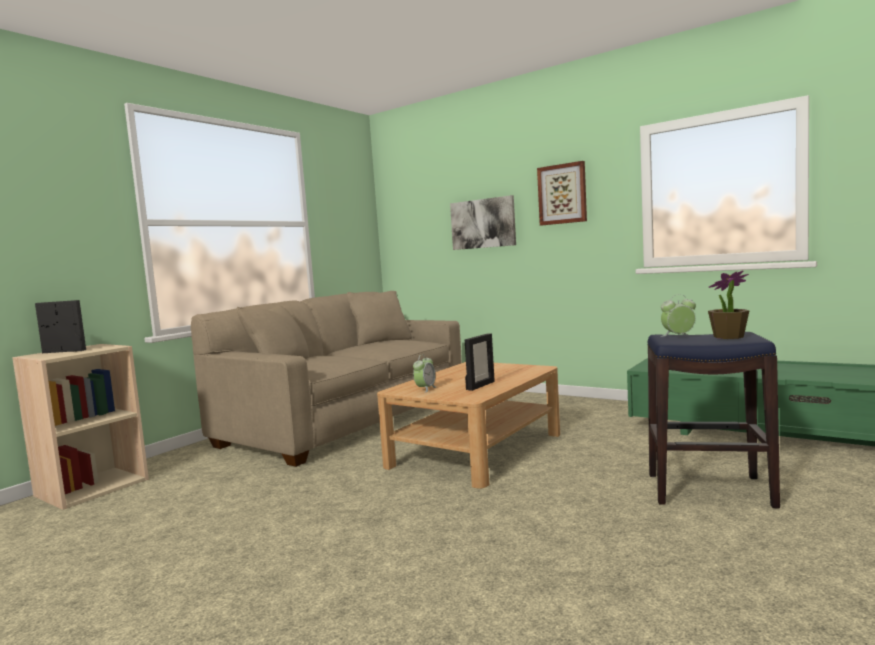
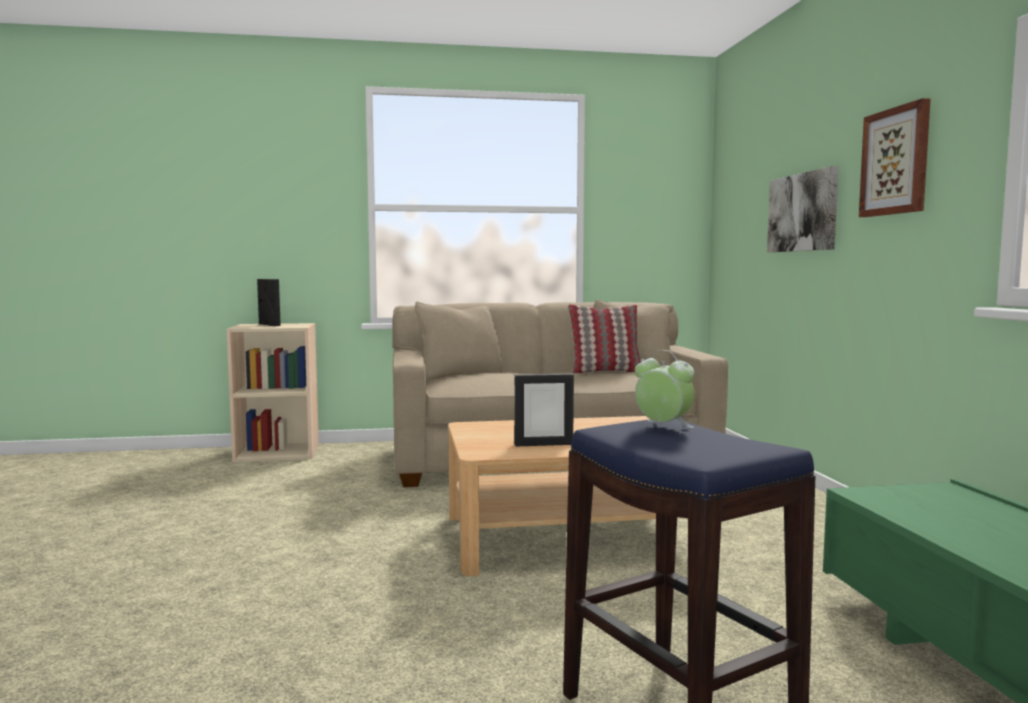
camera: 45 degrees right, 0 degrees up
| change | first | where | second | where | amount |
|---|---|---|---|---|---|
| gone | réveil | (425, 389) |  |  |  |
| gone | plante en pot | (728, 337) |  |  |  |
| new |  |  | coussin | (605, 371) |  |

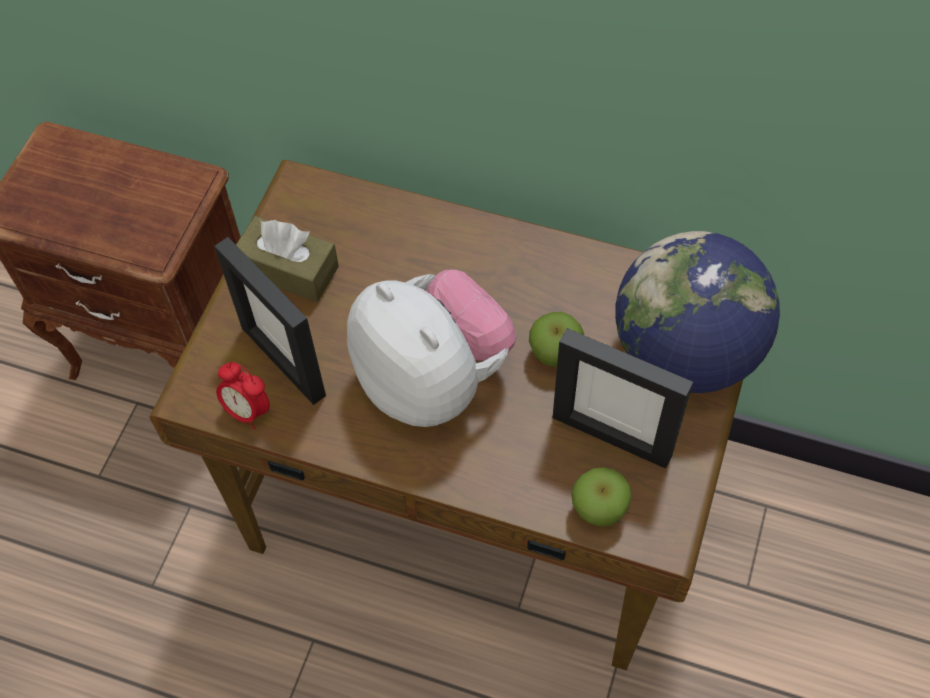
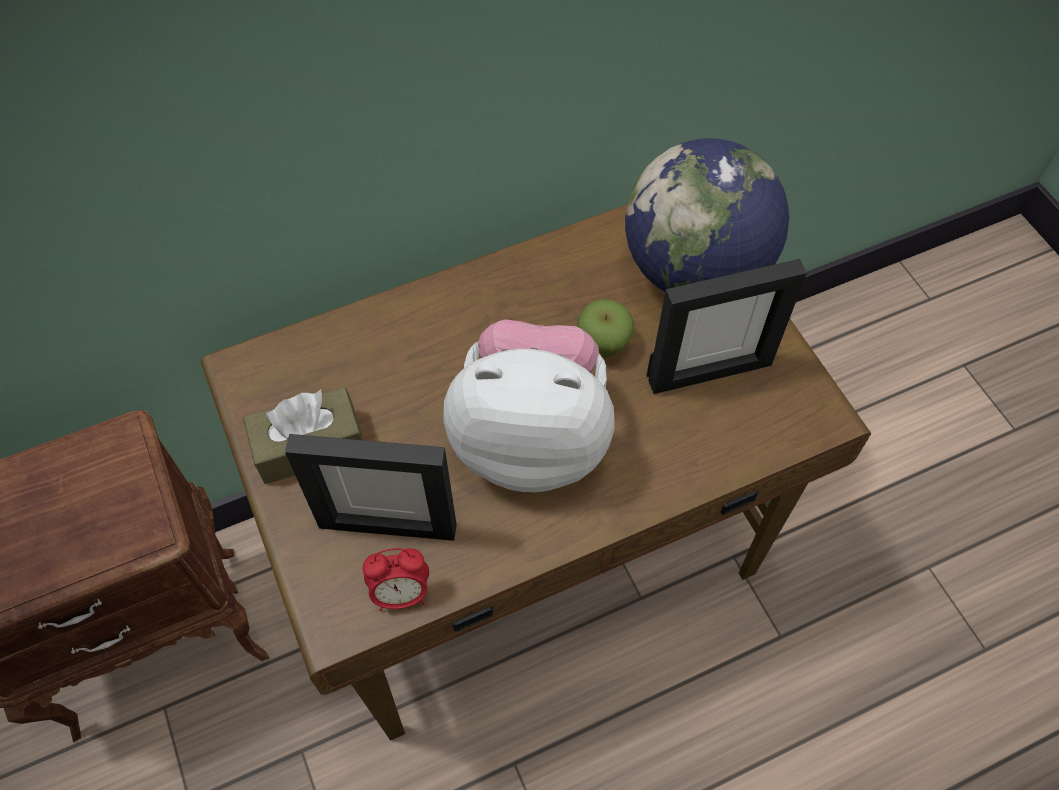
camera: 45 degrees left, 0 degrees up
| change | first | where | second | where | amount |
|---|---|---|---|---|---|
| gone | pomme | (599, 509) |  |  |  |

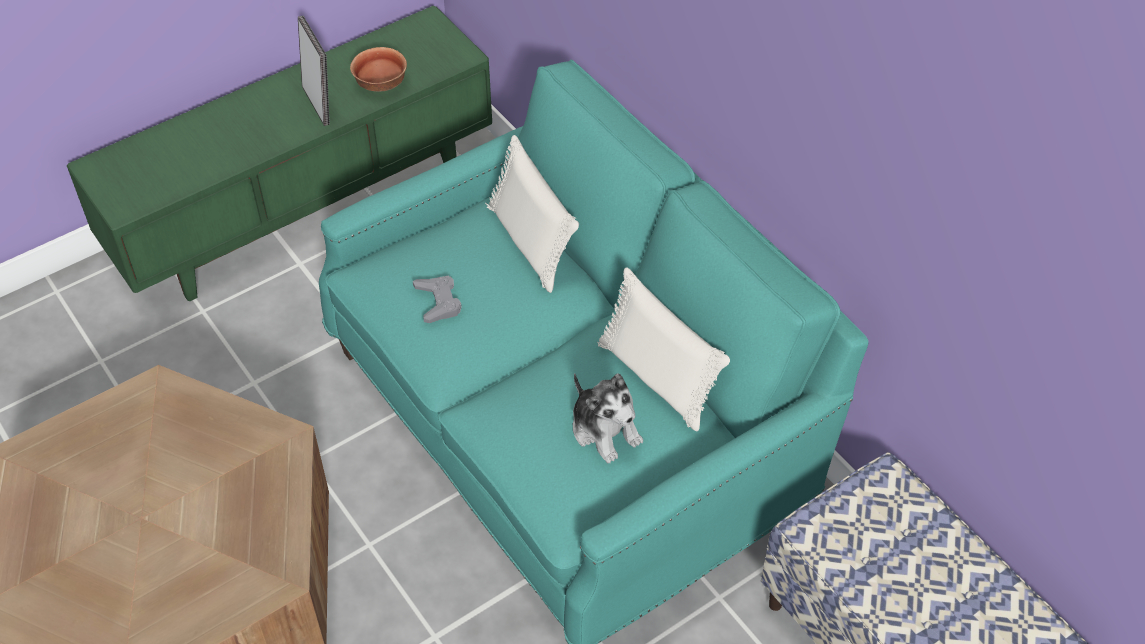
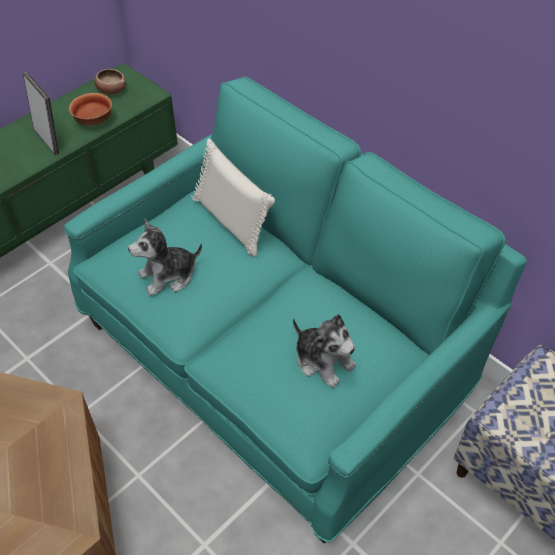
camera: 10 degrees left, 0 degrees up
| change | first | where | second | where | amount |
|---|---|---|---|---|---|
| gone | coussin (blanc) | (658, 378) |  |  |  |
| new |  |  | bol | (111, 90) |  |
| swapped | manette (gris) | (438, 302) | peluche | (168, 276) |  |

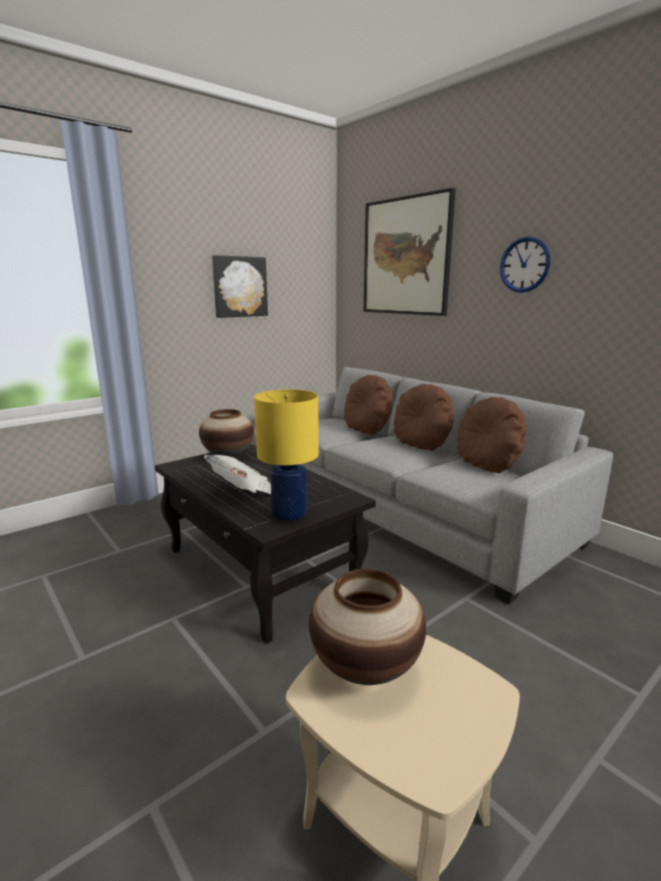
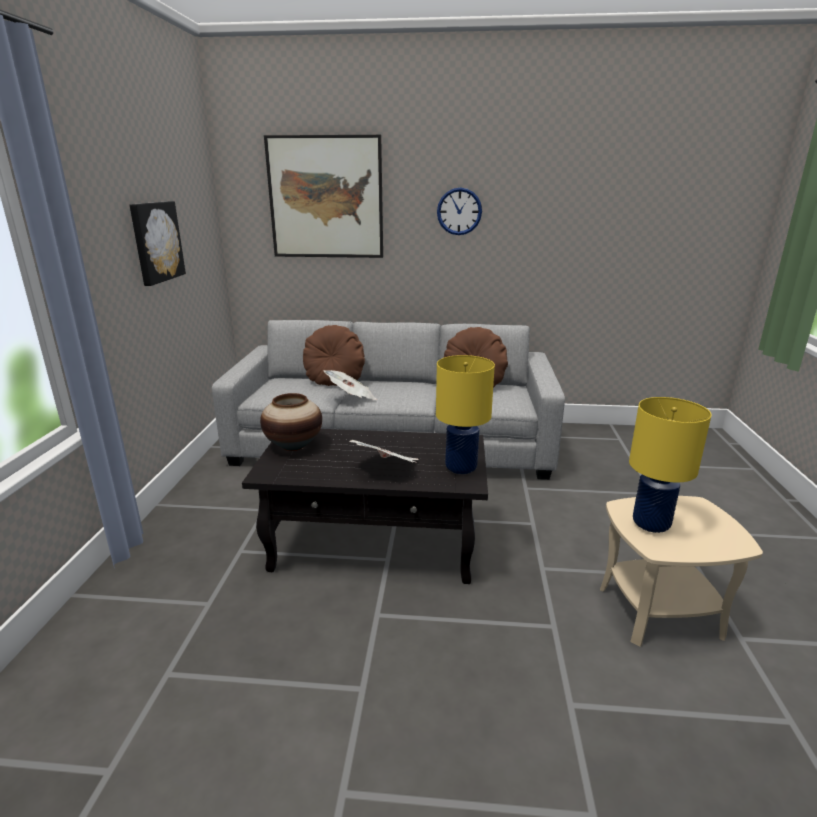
camera: 45 degrees left, 5 degrees up
| change | first | where | second | where | amount |
|---|---|---|---|---|---|
| gone | coussin (marron) | (421, 446) |  |  |  |
| new |  |  | journal | (351, 397) |  |
| swapped | vase | (365, 669) | lampe de table (jaune) | (651, 526) |  |

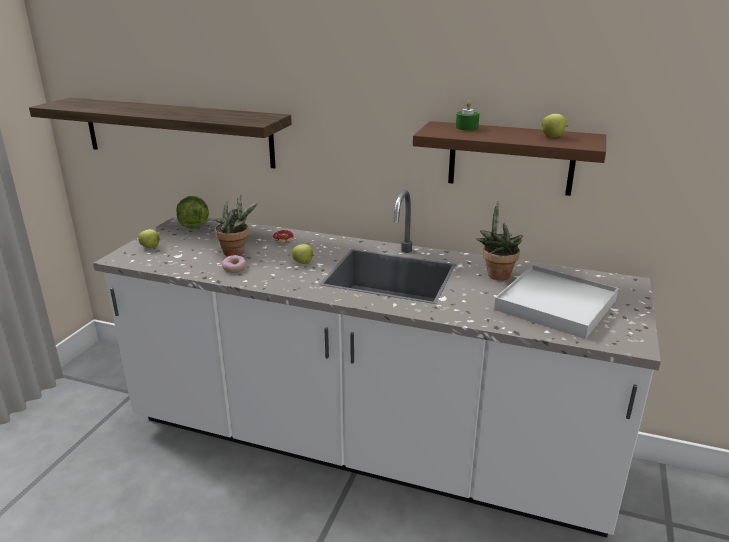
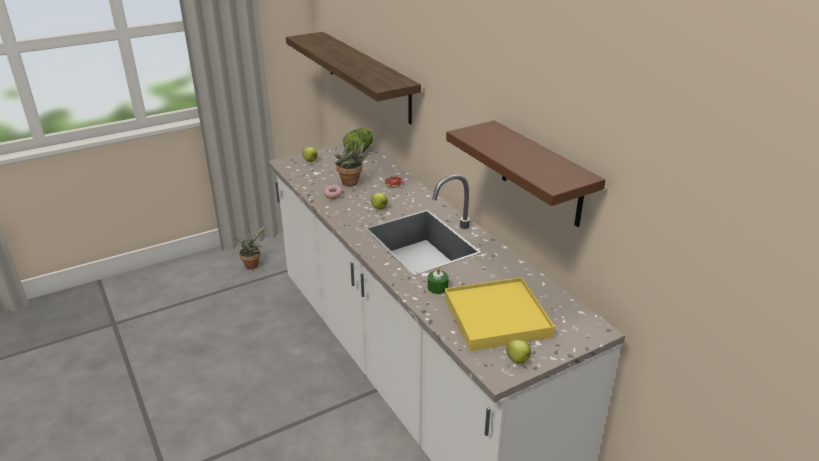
camera: 40 degrees right, 5 degrees up
| change | first | where | second | where | amount |
|---|---|---|---|---|---|
| shifted | bougie (vert) | (466, 128) |  | (437, 287) |  |
| shifted | plante en pot | (496, 274) |  | (252, 264) |  |
| shifted | pomme | (553, 136) |  | (518, 360) |  |
| repainted | plateau (blanc) | (555, 305) | plateau (jaune) | (496, 317) |  |

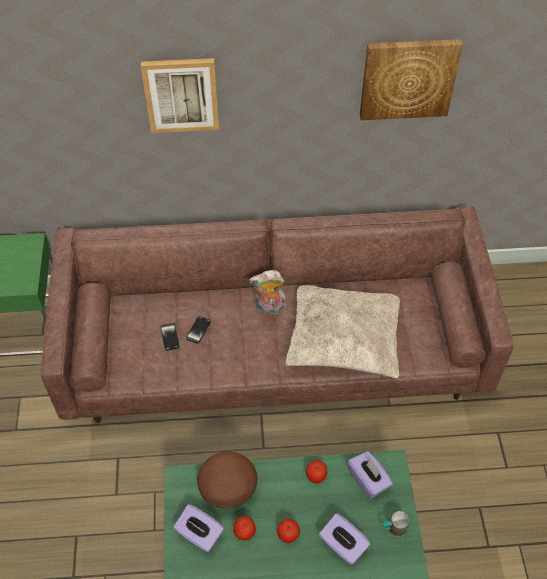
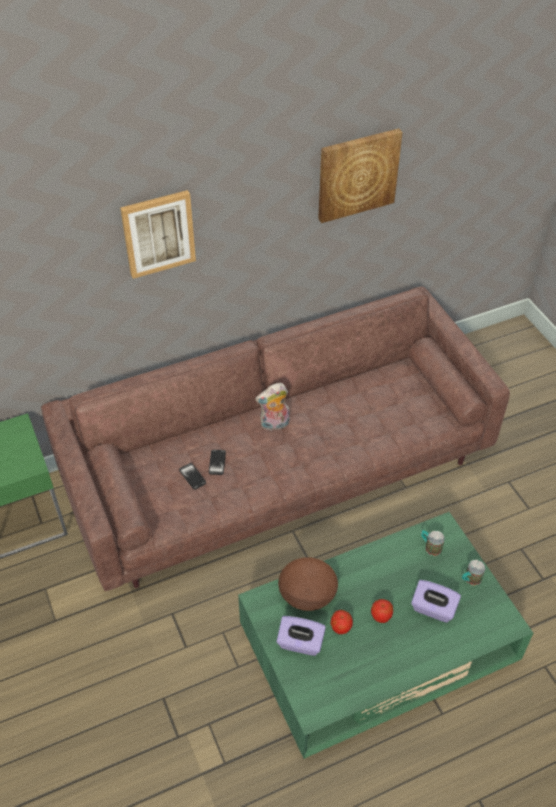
camera: 20 degrees left, 5 degrees down
| change | first | where | second | where | amount |
|---|---|---|---|---|---|
| gone | coussin (beige) | (344, 340) |  |  |  |
| gone | pomme | (316, 476) |  |  |  |
| swapped | boîte à mouchoirs (violet) | (368, 480) | mug | (430, 547) |  |

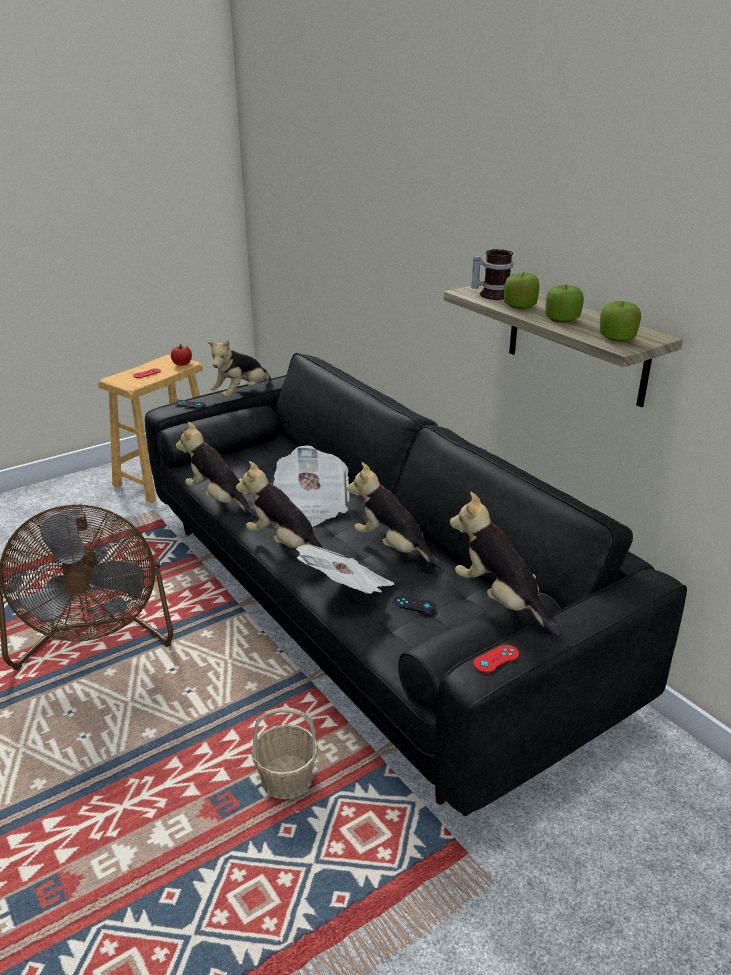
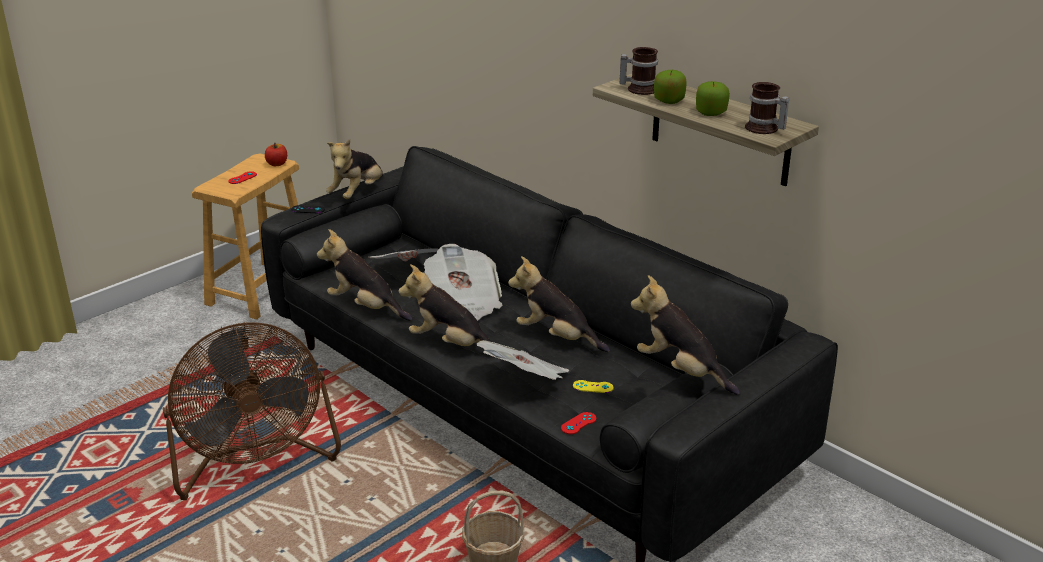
camera: 10 degrees left, 0 degrees up
| change | first | where | second | where | amount |
|---|---|---|---|---|---|
| new |  |  | journal | (406, 272) |  |
| shifted | manette (rouge) | (496, 659) |  | (578, 423) |  |
| swapped | pomme | (617, 338) | mug | (763, 129) |  |
| repainted | manette (noir) | (414, 604) | manette (jaune) | (593, 387) |  |

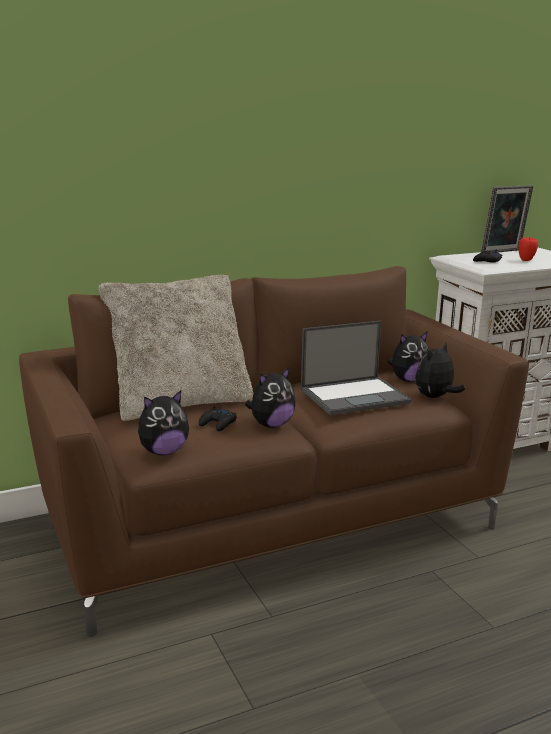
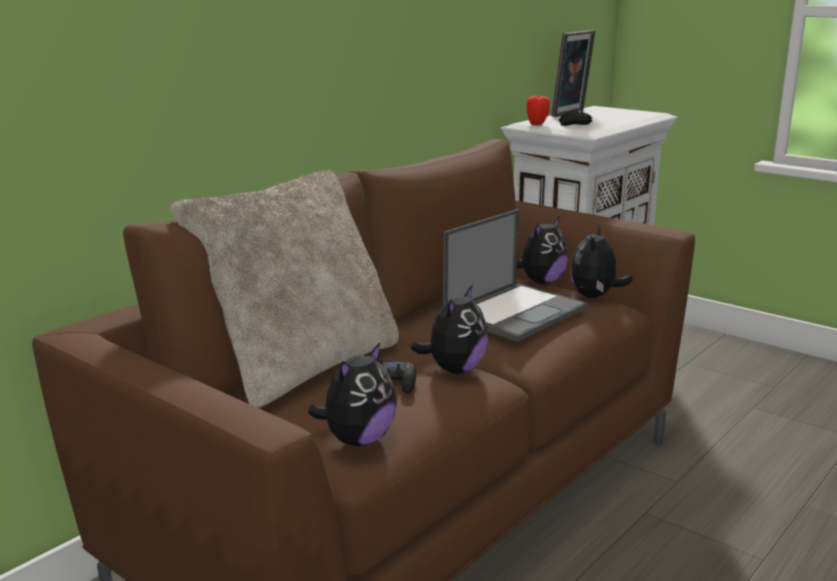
camera: 25 degrees left, 0 degrees up
| change | first | where | second | where | amount |
|---|---|---|---|---|---|
| shifted | pomme | (526, 260) |  | (537, 124) |  |

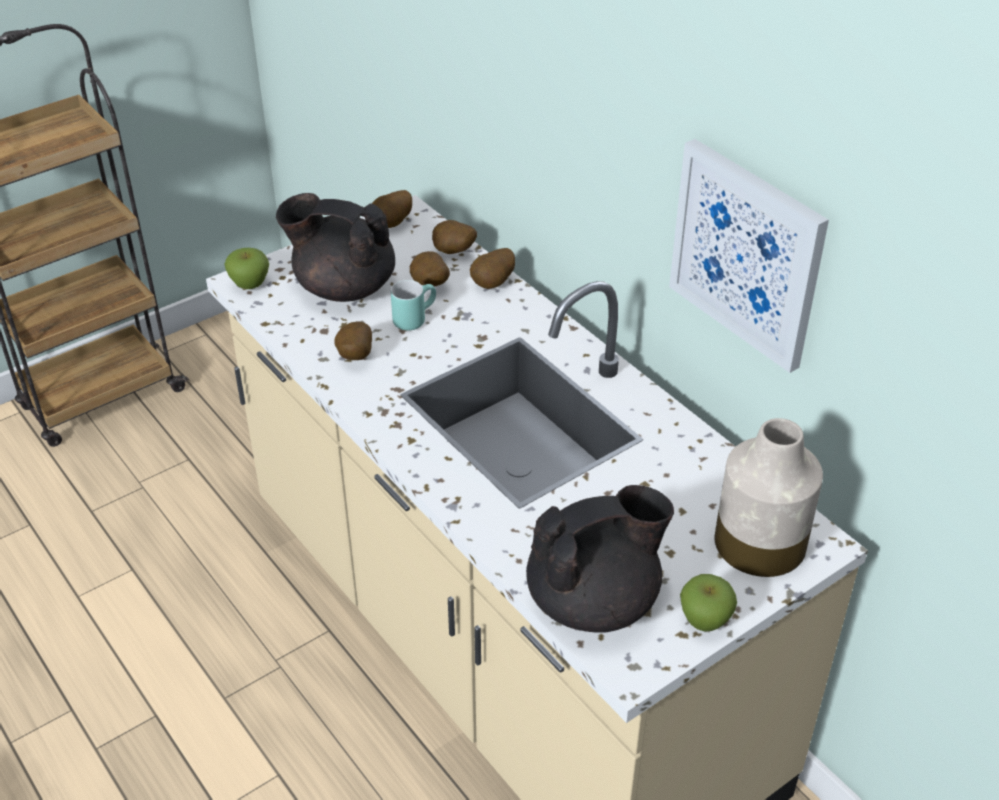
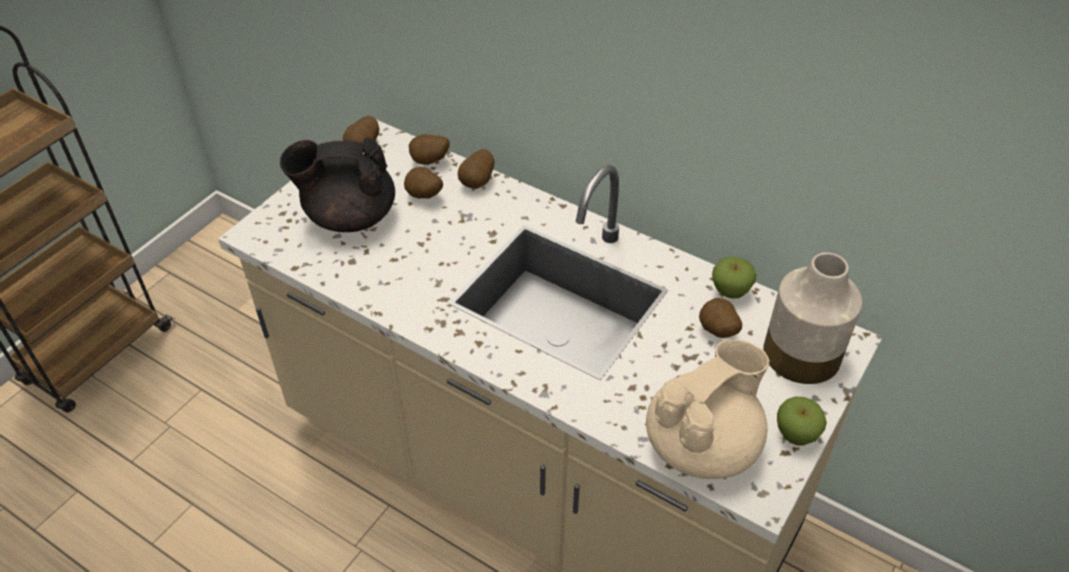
camera: 20 degrees left, 5 degrees up
| change | first | where | second | where | amount |
|---|---|---|---|---|---|
| gone | mug (turquoise) | (413, 318) |  |  |  |
| gone | tableau | (747, 253) |  |  |  |
| shifted | pomme | (250, 285) |  | (730, 291) |  |
| shifted | pomme de terre | (354, 357) |  | (717, 332) |  |
| repainted | théière (noir) | (594, 600) | théière (beige) | (702, 444) |  |

